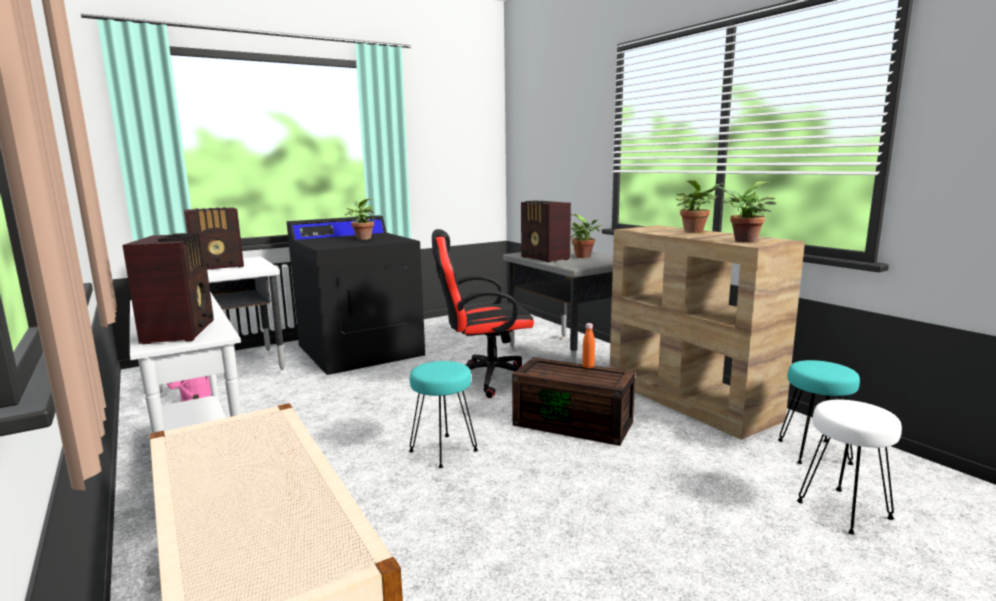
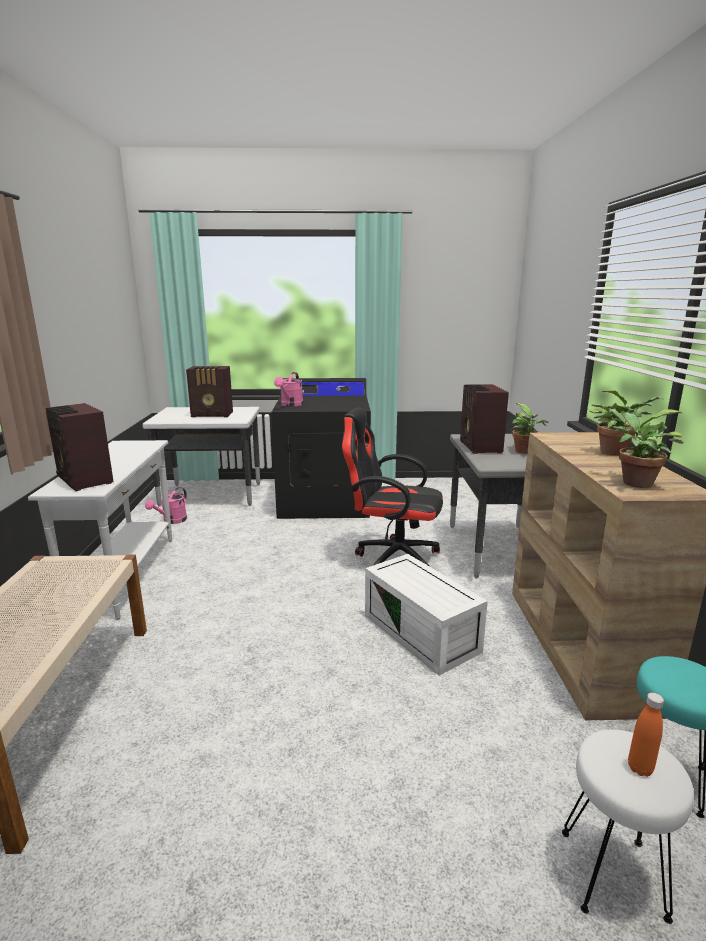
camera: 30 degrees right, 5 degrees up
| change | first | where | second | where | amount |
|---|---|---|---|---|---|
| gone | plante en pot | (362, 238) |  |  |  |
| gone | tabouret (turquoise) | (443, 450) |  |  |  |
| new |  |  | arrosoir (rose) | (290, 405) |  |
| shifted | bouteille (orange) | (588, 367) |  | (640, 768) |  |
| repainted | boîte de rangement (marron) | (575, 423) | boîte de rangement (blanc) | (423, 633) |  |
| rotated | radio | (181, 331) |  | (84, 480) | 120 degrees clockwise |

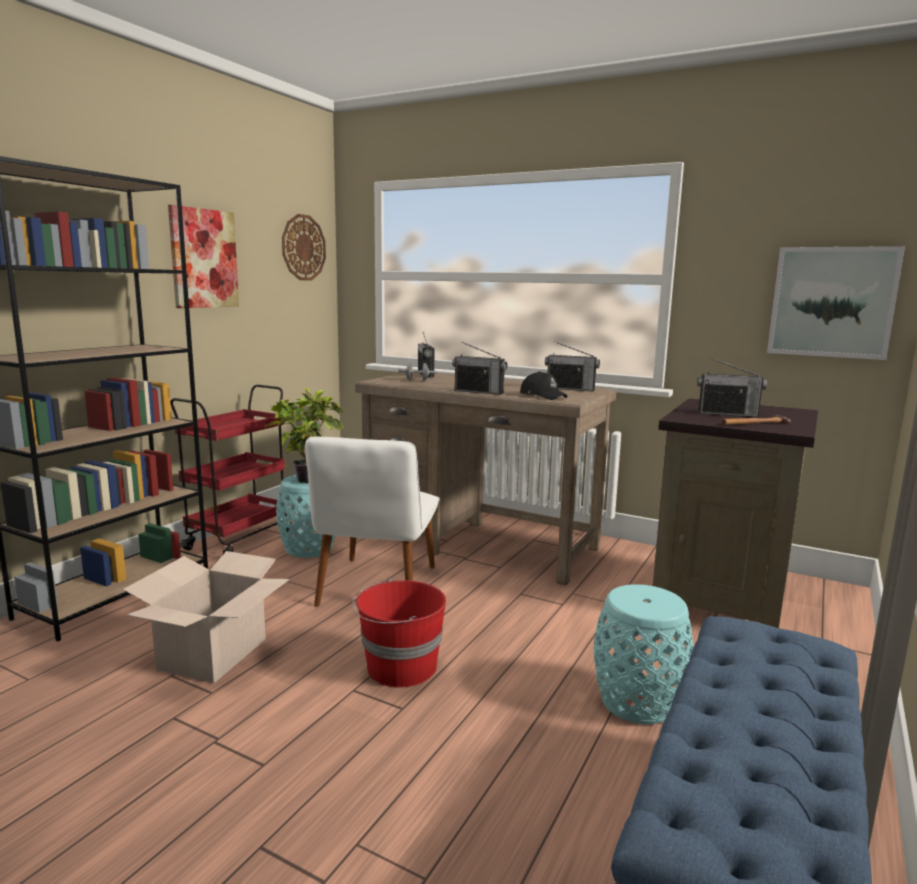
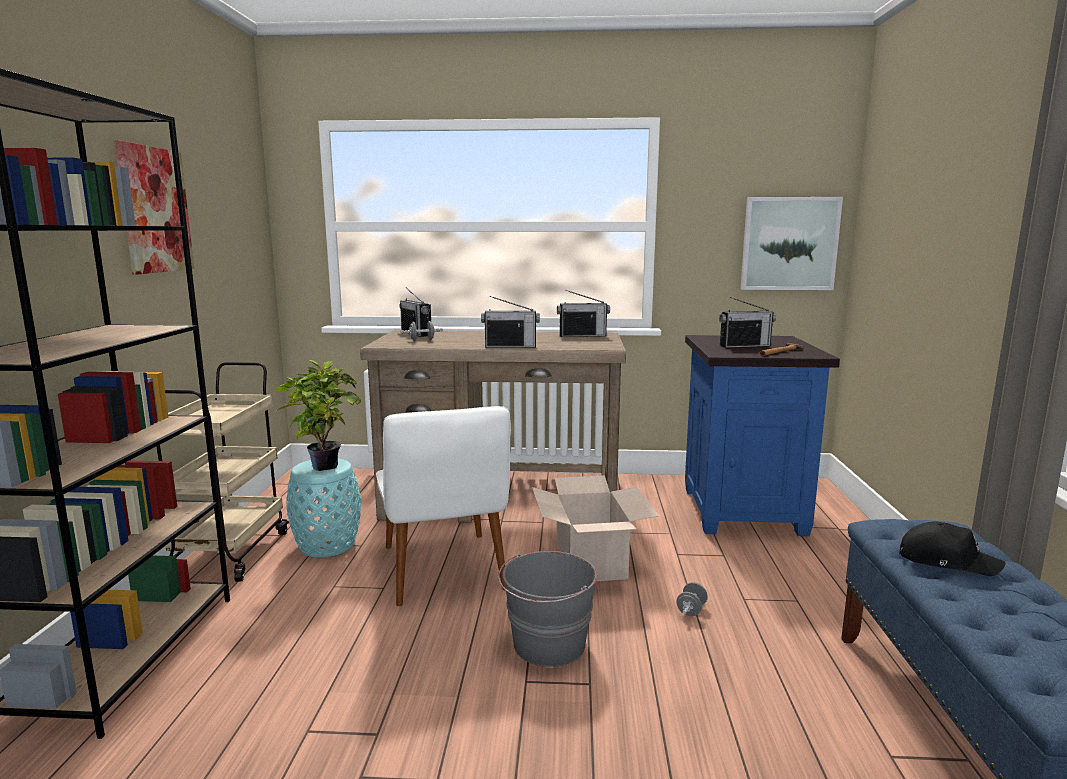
camera: 25 degrees left, 0 degrees up
| change | first | where | second | where | amount |
|---|---|---|---|---|---|
| gone | horloge murale | (303, 247) |  |  |  |
| gone | tabouret (turquoise) | (637, 703) |  |  |  |
| new |  |  | haltère (gris) | (691, 610) |  |
| shifted | carton | (212, 653) |  | (589, 562) |  |
| shifted | casquette (noir) | (543, 396) |  | (946, 560) |  |
| repainted | chariot (rouge) | (239, 541) | chariot (beige) | (232, 554) |  |
| repainted | seau (rouge) | (399, 668) | seau (gris) | (548, 645) |  |
| repainted | meuble de rangement (beige) | (722, 598) | meuble de rangement (bleu) | (742, 509) |  |

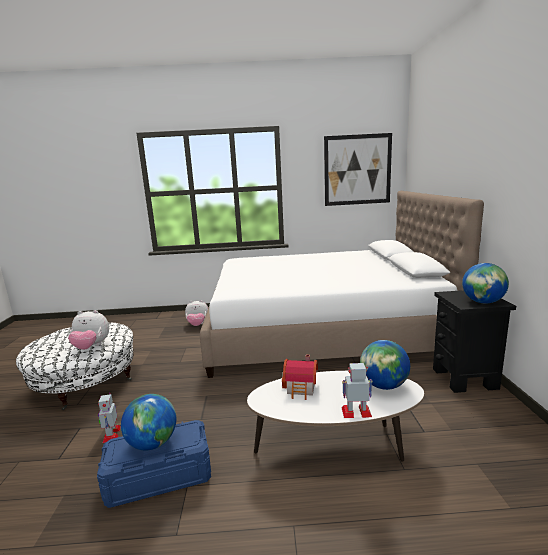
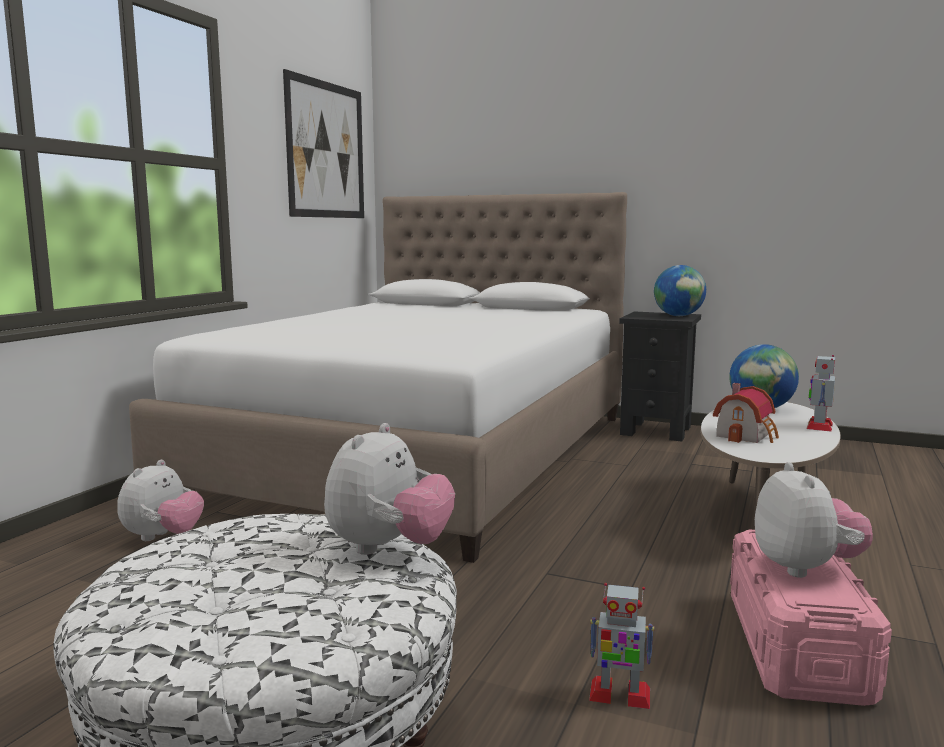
camera: 65 degrees left, 5 degrees down
| change | first | where | second | where | amount |
|---|---|---|---|---|---|
| swapped | globe | (152, 443) | peluche | (805, 568) |  |
| repainted | boîte de rangement (bleu) | (159, 477) | boîte de rangement (rose) | (796, 646) |  |

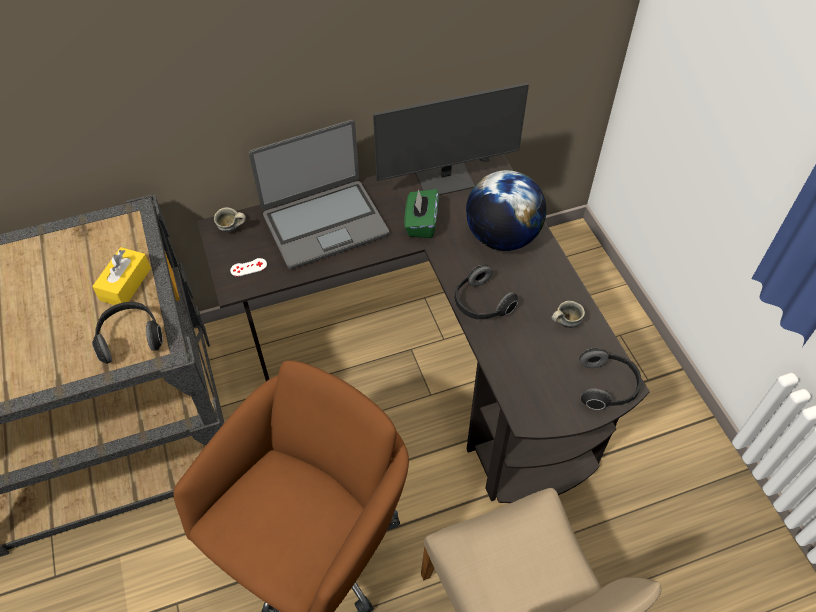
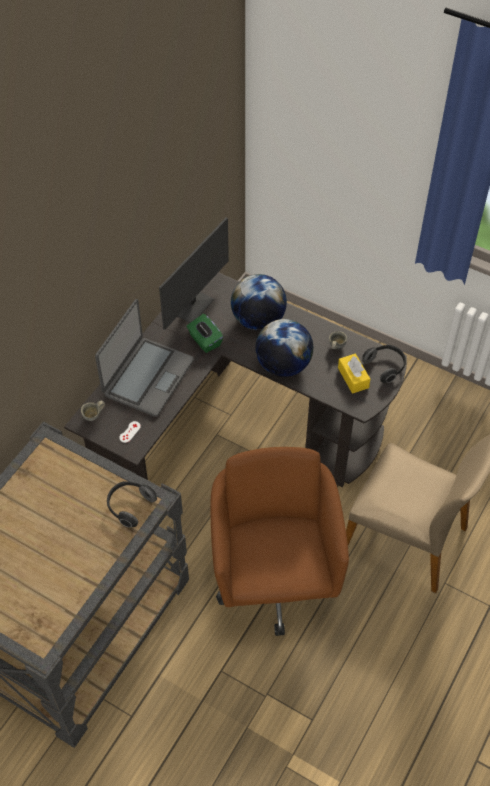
camera: 40 degrees left, 0 degrees up
| change | first | where | second | where | amount |
|---|---|---|---|---|---|
| shifted | boîte à mouchoirs (jaune) | (125, 284) |  | (353, 378) |  |
| swapped | casque audio | (481, 304) | globe | (283, 365) |  |

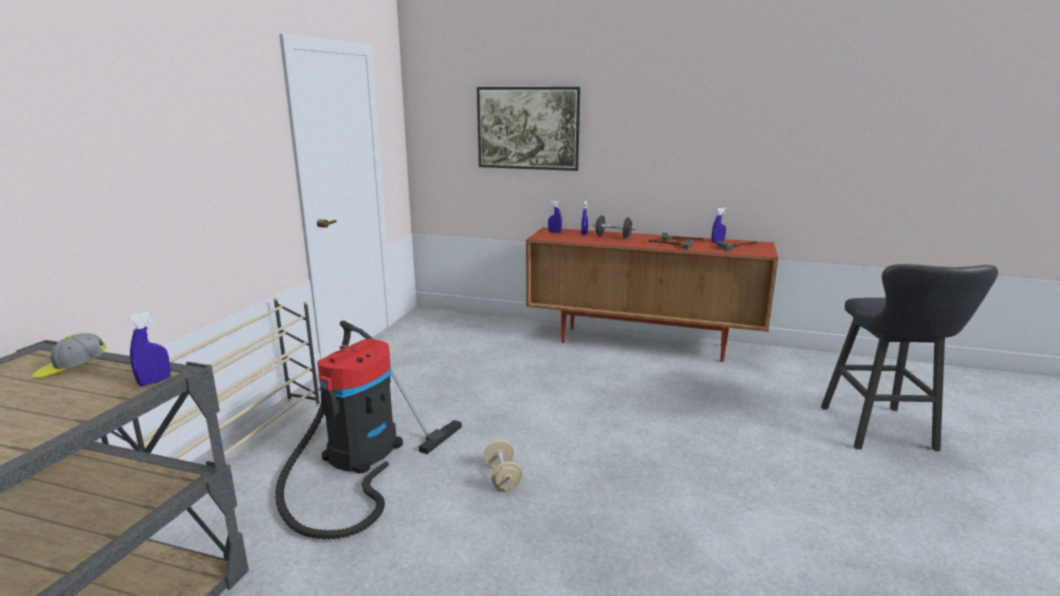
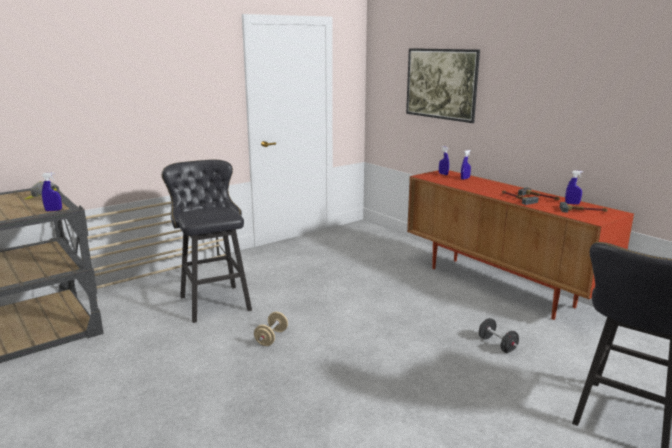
camera: 35 degrees right, 0 degrees up
| change | first | where | second | where | amount |
|---|---|---|---|---|---|
| shifted | haltère (noir) | (613, 236) |  | (497, 345) |  |
| swapped | aspirateur | (359, 457) | tabouret (noir) | (213, 299) |  |

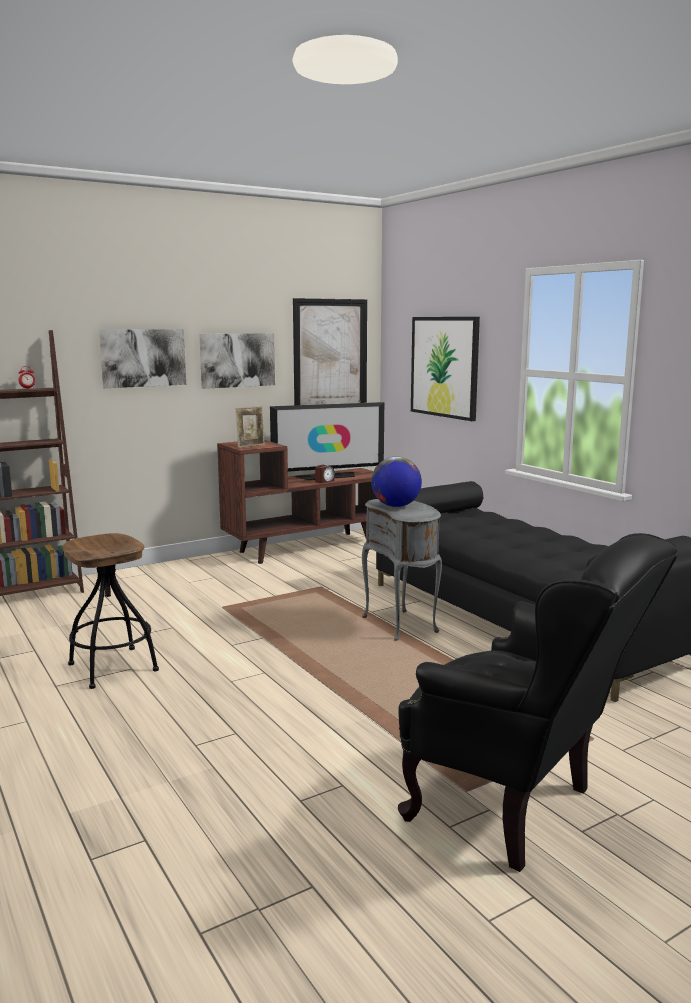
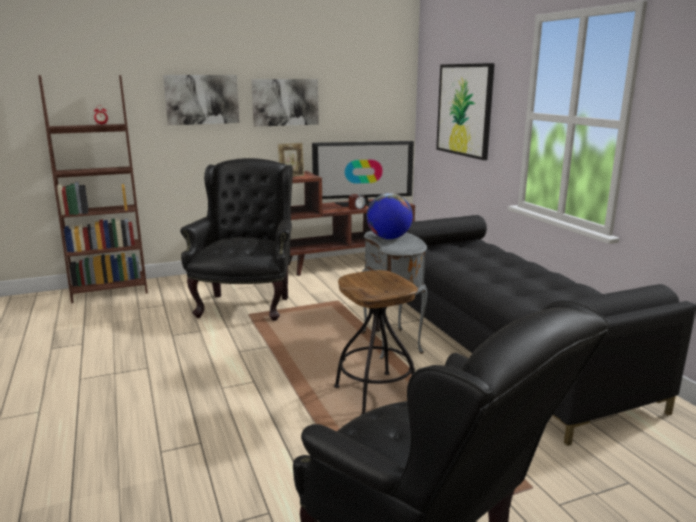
camera: 10 degrees right, 5 degrees up
| change | first | where | second | where | amount |
|---|---|---|---|---|---|
| gone | tableau | (330, 358) |  |  |  |
| new |  |  | fauteuil (noir) | (247, 303) |  |
| shifted | tabouret (marron) | (113, 667) |  | (376, 394) |  |

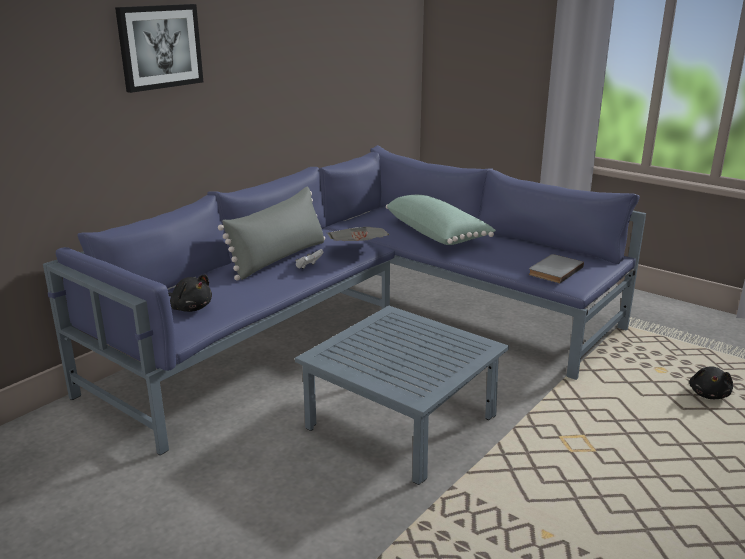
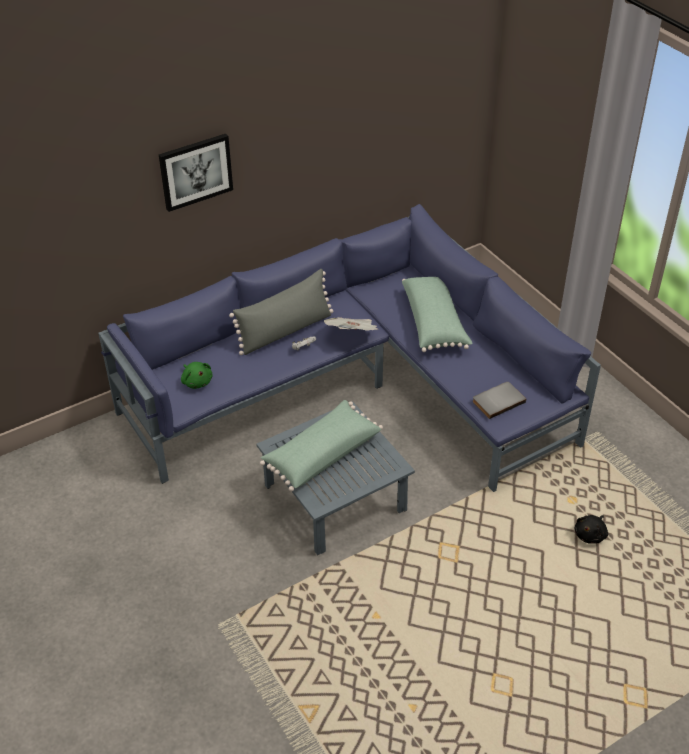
camera: 20 degrees right, 20 degrees up
| change | first | where | second | where | amount |
|---|---|---|---|---|---|
| new |  |  | coussin (vert) | (321, 454) |  |
| repainted | peluche (noir) | (190, 308) | peluche (vert) | (197, 381) |  |

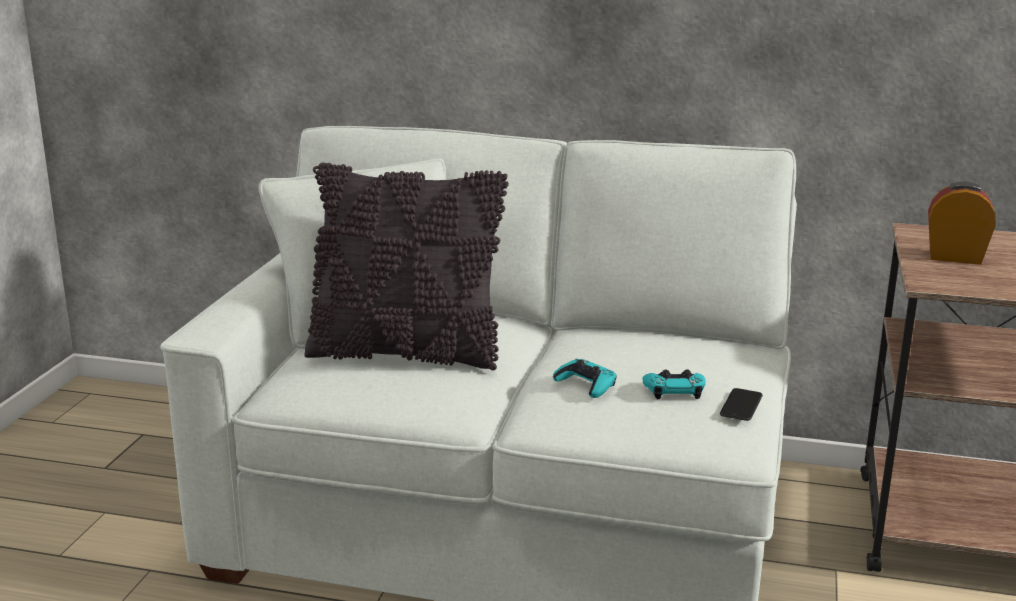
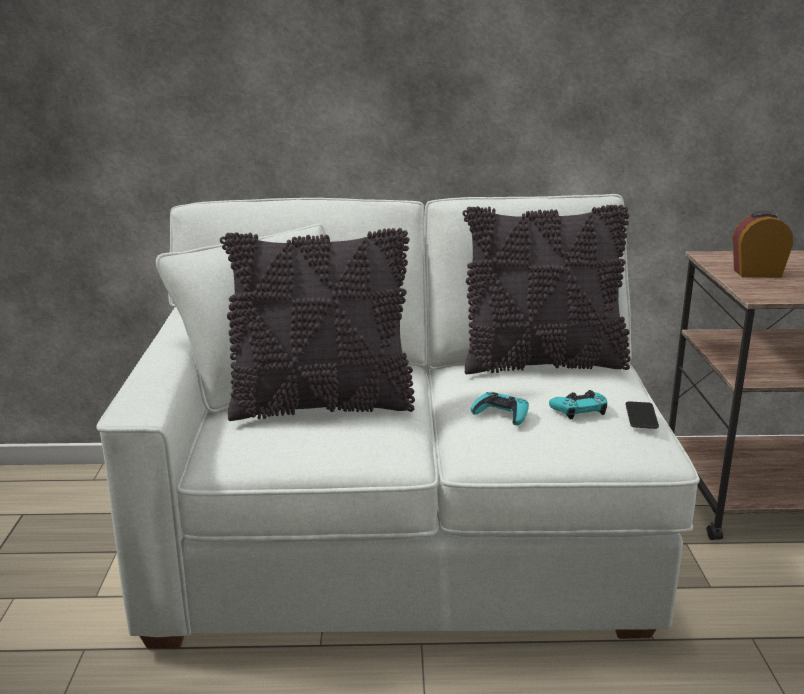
camera: 15 degrees left, 0 degrees up
| change | first | where | second | where | amount |
|---|---|---|---|---|---|
| new |  |  | coussin (noir) | (542, 363) |  |

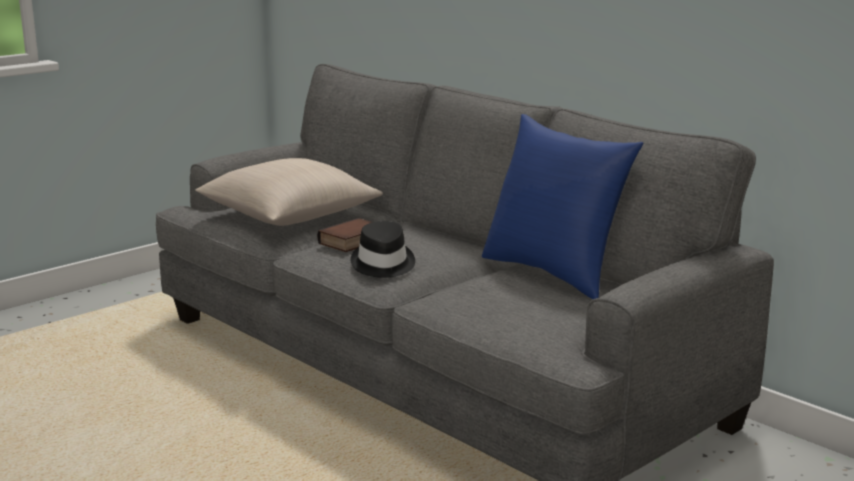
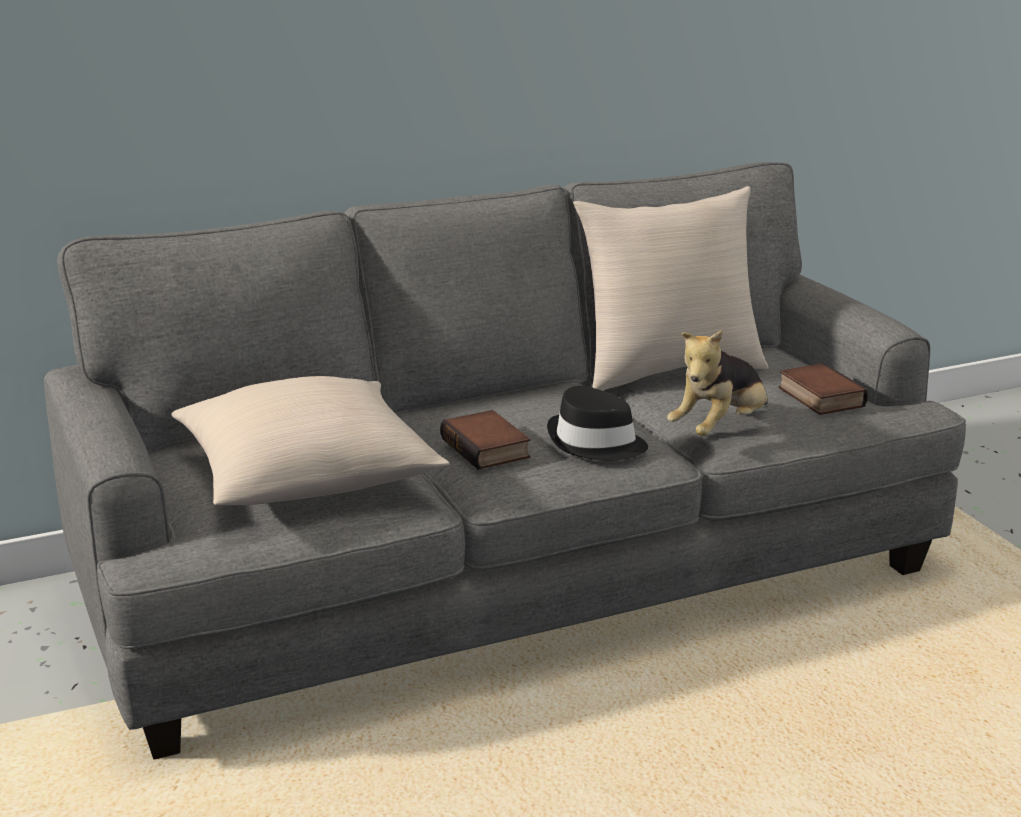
camera: 70 degrees left, 5 degrees up
| change | first | where | second | where | amount |
|---|---|---|---|---|---|
| new |  |  | peluche | (720, 429) |  |
| new |  |  | livre | (818, 397) |  |
| repainted | coussin (bleu) | (554, 273) | coussin (beige) | (668, 370) |  |

